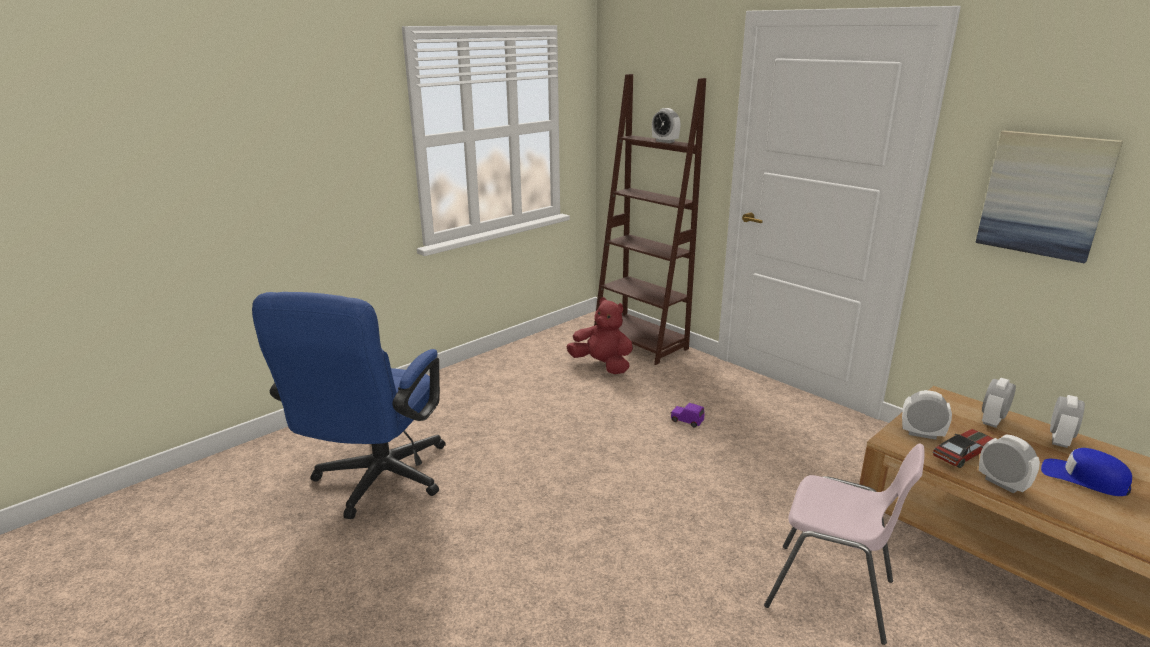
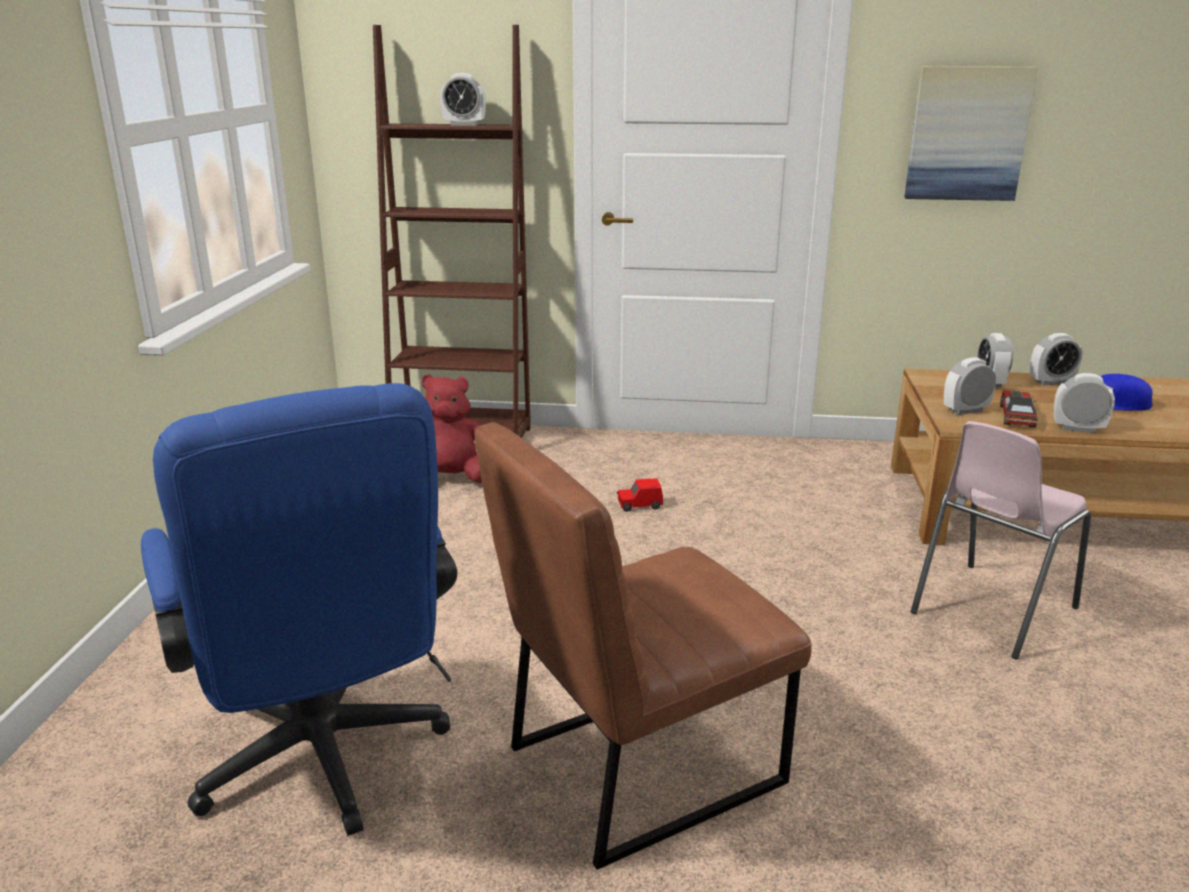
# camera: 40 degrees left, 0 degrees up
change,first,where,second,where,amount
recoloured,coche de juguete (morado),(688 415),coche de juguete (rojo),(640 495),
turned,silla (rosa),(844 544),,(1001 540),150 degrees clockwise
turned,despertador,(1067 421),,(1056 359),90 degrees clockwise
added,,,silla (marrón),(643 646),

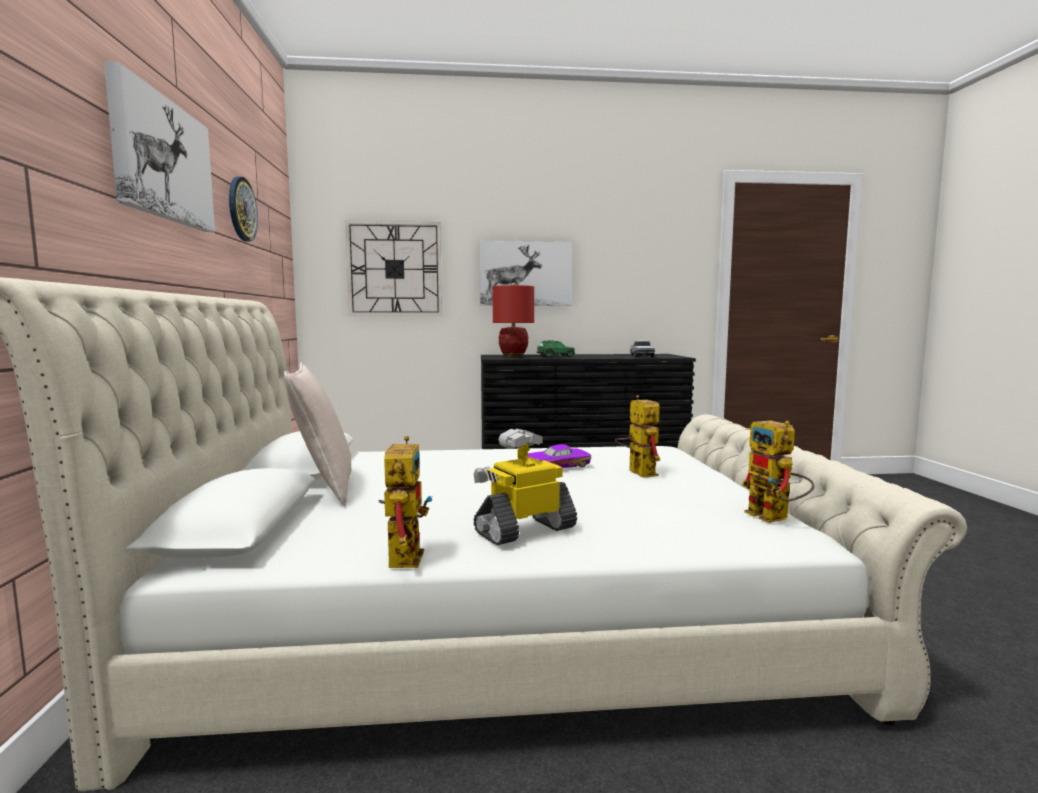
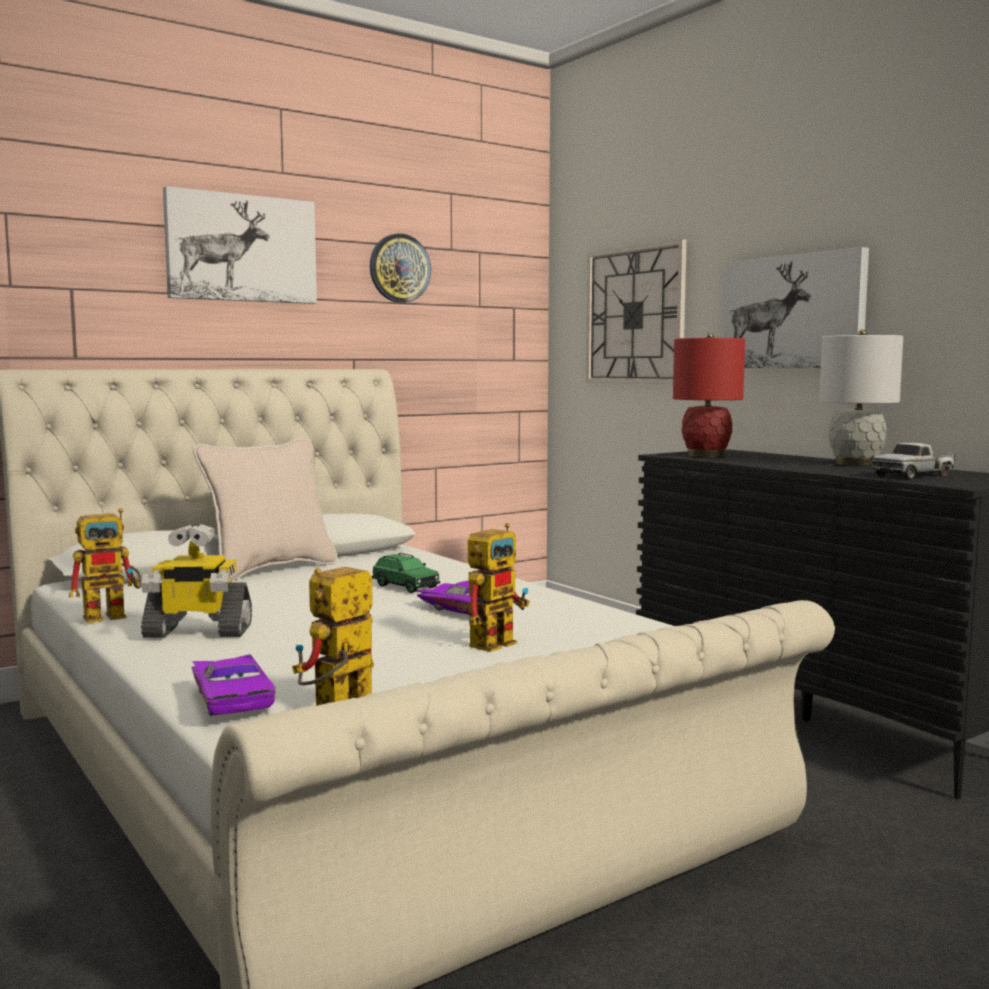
# camera: 60 degrees right, 0 degrees up
change,first,where,second,where,amount
turned,robot de juguete,(525 487),,(196 581),150 degrees clockwise
moved,coche de juguete (verde),(556 349),,(406 573),
added,,,coche de juguete (morado),(233 685),
added,,,lámpara de mesa (blanco),(861 398),

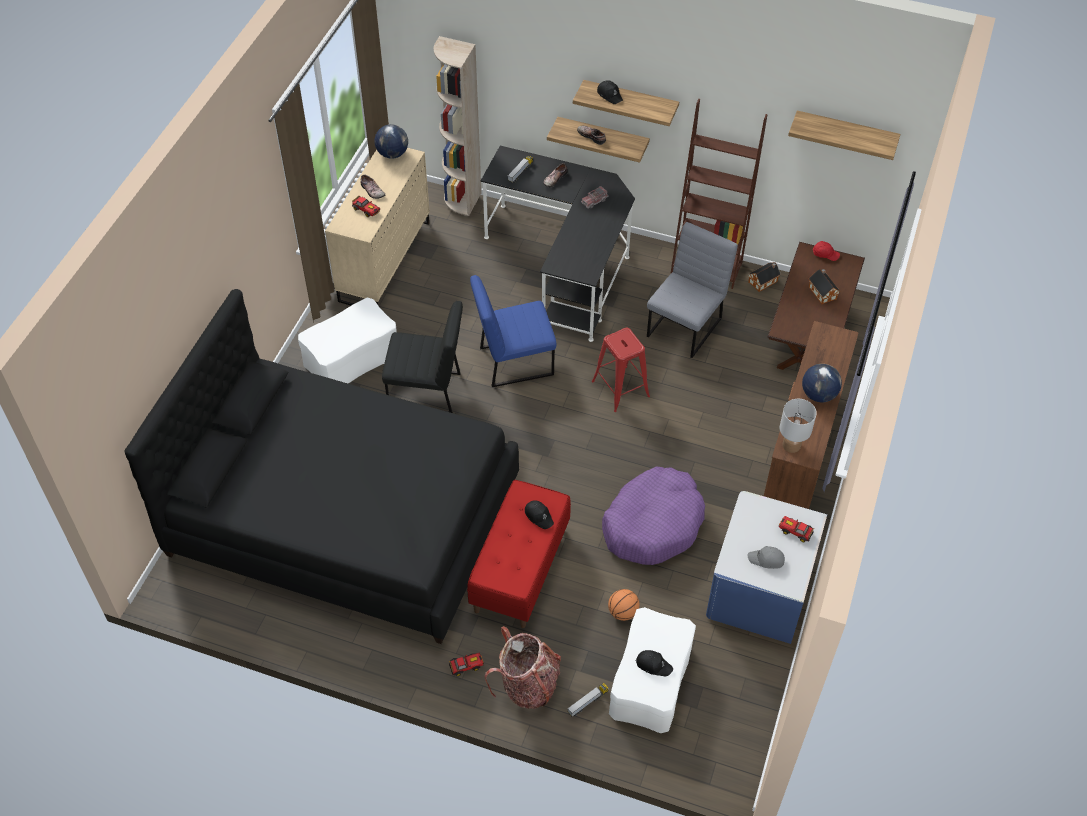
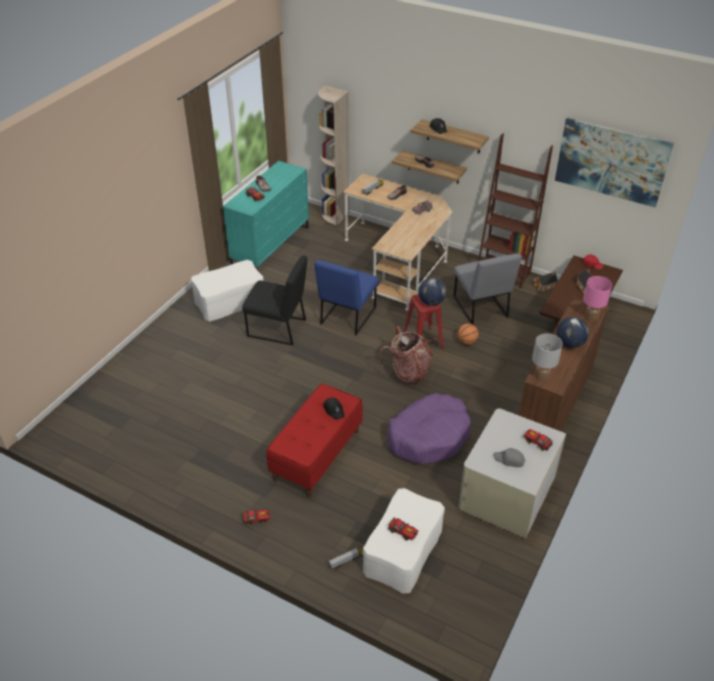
# camera: 10 degrees right, 10 degrees down
change,first,where,second,where,amount
removed,cama (negro),(321 466),,,
recoloured,cómoda (beis),(377 226),cómoda (turquesa),(266 215),
moved,globo terráqueo,(391 141),,(432 292),
turned,silla (azul),(513 331),,(346 297),60 degrees counterclockwise
recoloured,escritorio (negro),(558 244),escritorio (beis),(397 242),
moved,mochila,(522 667),,(406 355),
moved,balón de baloncesto,(624 605),,(468 334),
replaced,gorra (negro),(654 663),coche de juguete,(403 529),
turned,silla (gris),(692 290),,(488 289),120 degrees clockwise
recoloured,mesita de noche (azul),(766 567),mesita de noche (beis),(512 473),
replaced,estante,(844 135),cuadro,(614 162),
added,,,lámpara de mesa (rosa),(597 298),

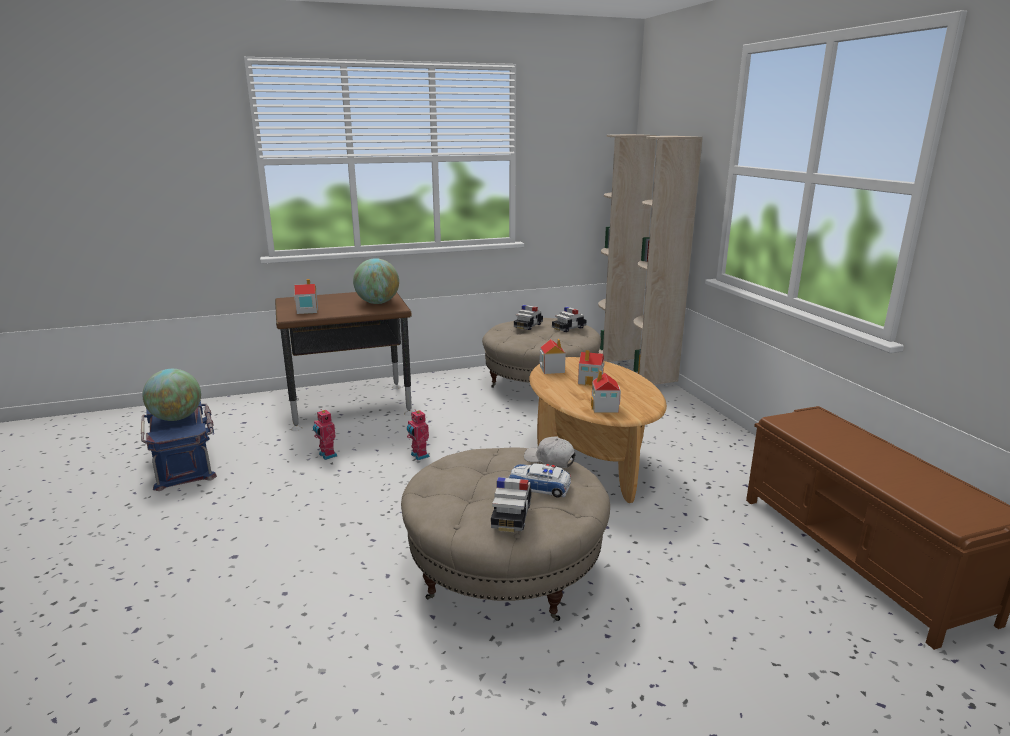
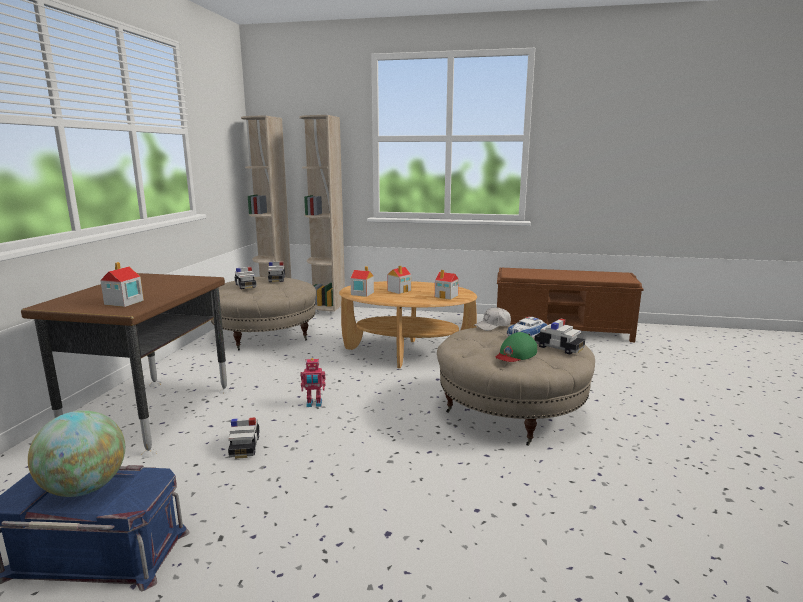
# camera: 60 degrees left, 5 degrees down
change,first,where,second,where,amount
replaced,robot de juguete,(325 435),coche de juguete,(244 438),
removed,globo terráqueo,(376 281),,,
added,,,gorra (verde),(516 347),

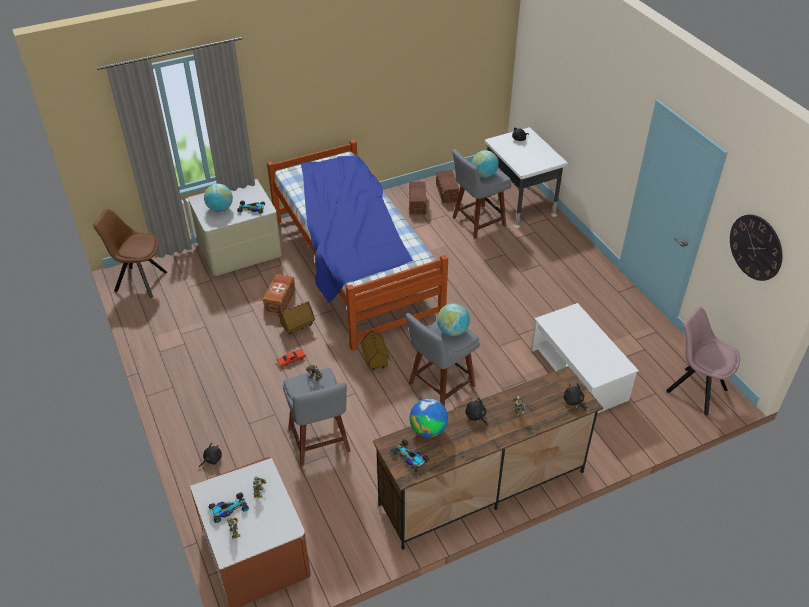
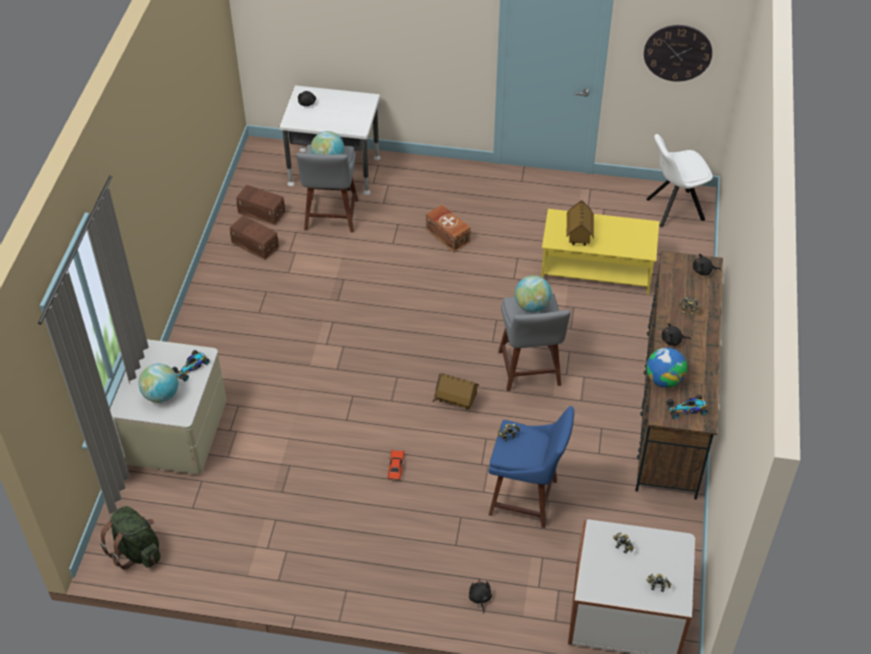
# camera: 55 degrees left, 5 degrees up
change,first,where,second,where,amount
replaced,silla (marrón),(130 253),mochila (verde),(130 537),
removed,coche de juguete,(228 508),,,
moved,caja de almacenaje (marrón),(279 294),,(448 228),
removed,cama,(357 245),,,
moved,casita,(296 317),,(580 223),
recoloured,taburete (gris),(316 416),taburete (azul),(531 467),
recoloured,mesa de centro (blanco),(585 358),mesa de centro (amarillo),(600 252),
recoloured,silla (rosa),(703 361),silla (blanco),(679 180),

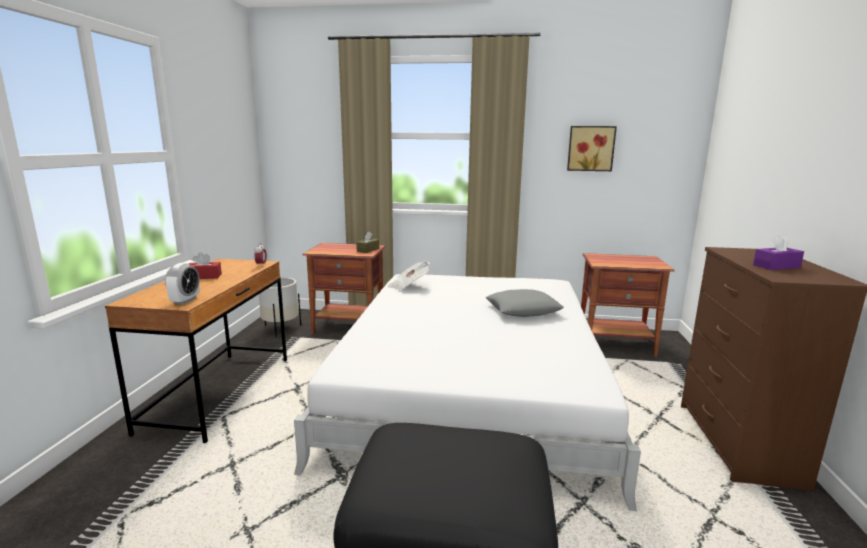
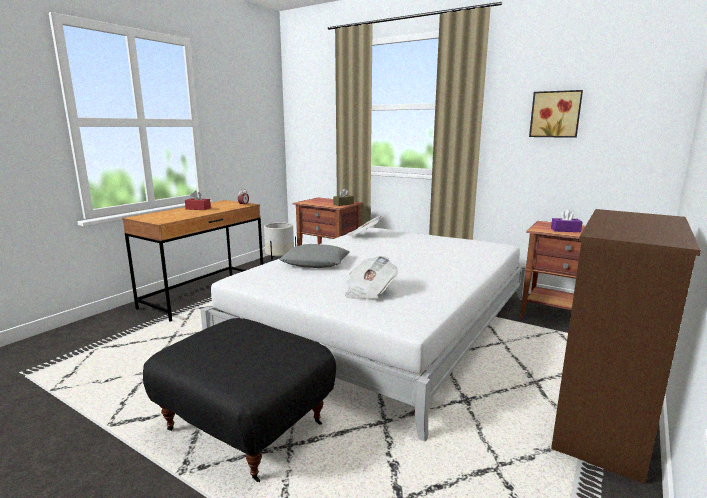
# camera: 25 degrees right, 0 degrees up
change,first,where,second,where,amount
removed,despertador,(182 284),,,
moved,cojín (gris),(524 303),,(314 256),
moved,caja de pañuelos (morado),(778 252),,(566 220),
added,,,periódico,(371 277),

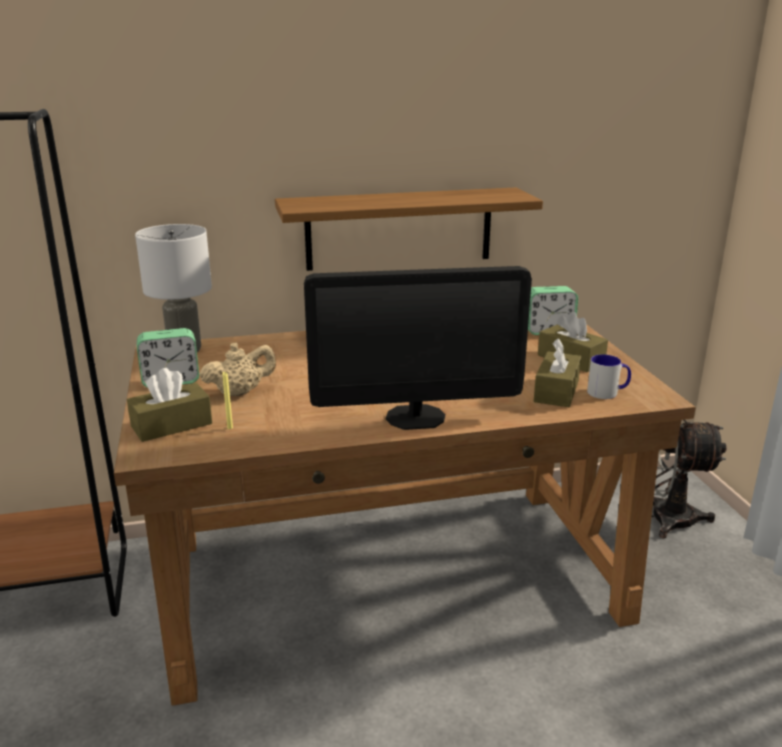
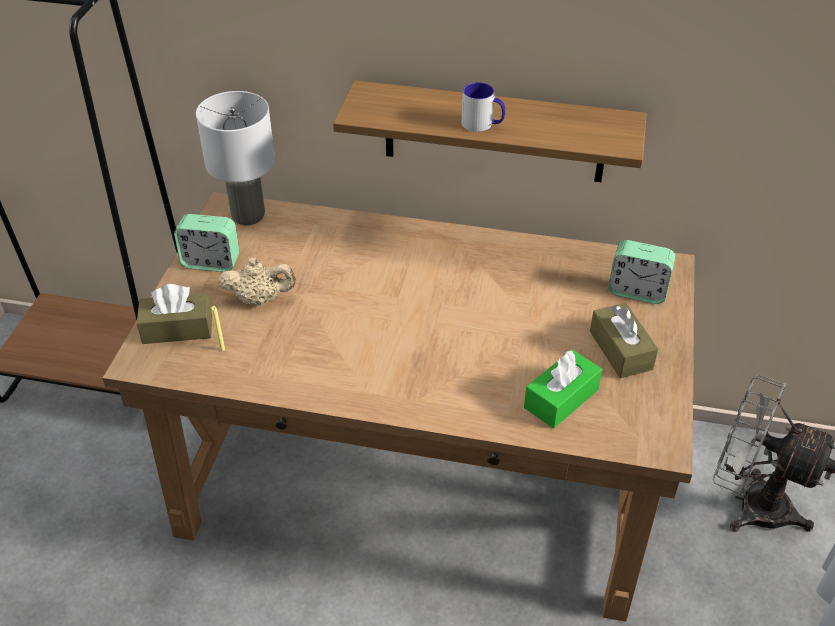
# camera: 25 degrees right, 20 degrees up
change,first,where,second,where,amount
removed,monitor,(418 348),,,
recoloured,caja de pañuelos (marrón),(557 372),caja de pañuelos (verde),(563 388),
moved,taza grande,(609 377),,(483 107),

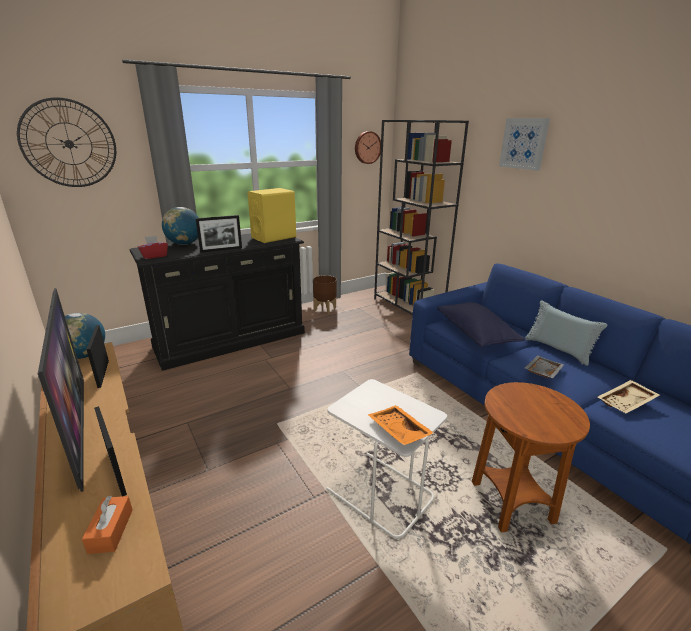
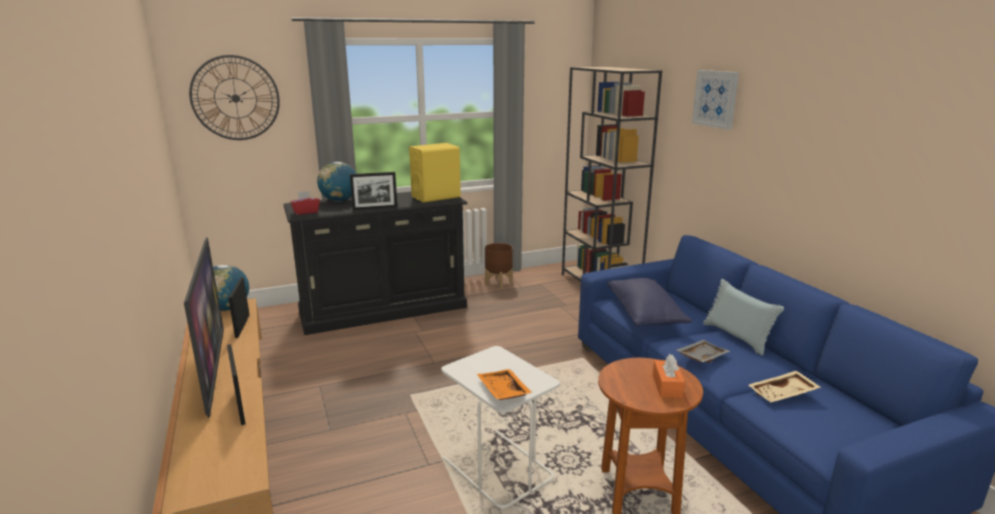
# camera: 10 degrees right, 5 degrees down
change,first,where,second,where,amount
moved,caja de pañuelos (naranja),(107 525),,(669 376),
removed,reloj de pared,(368 147),,,

